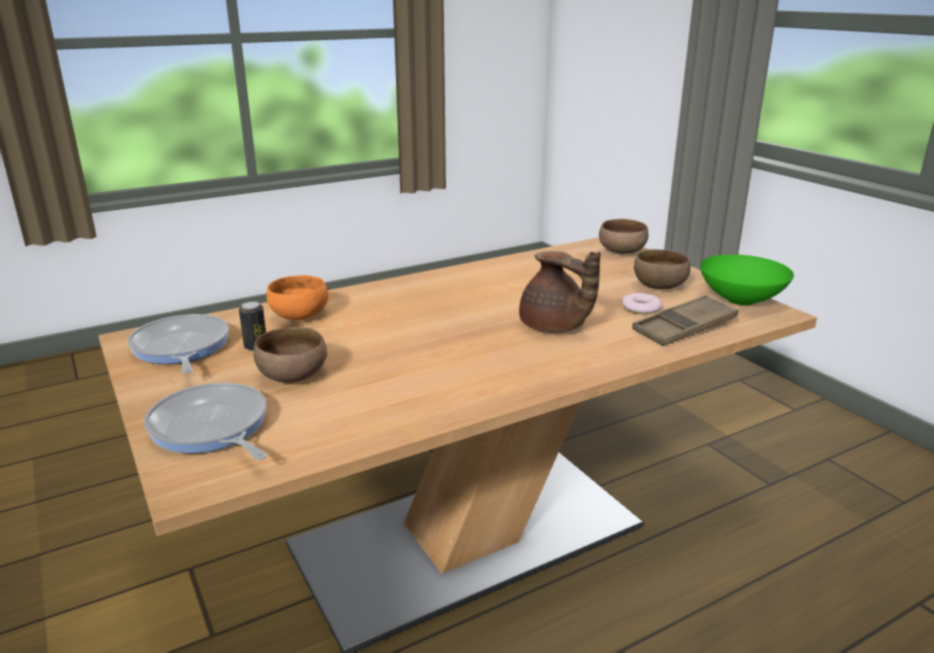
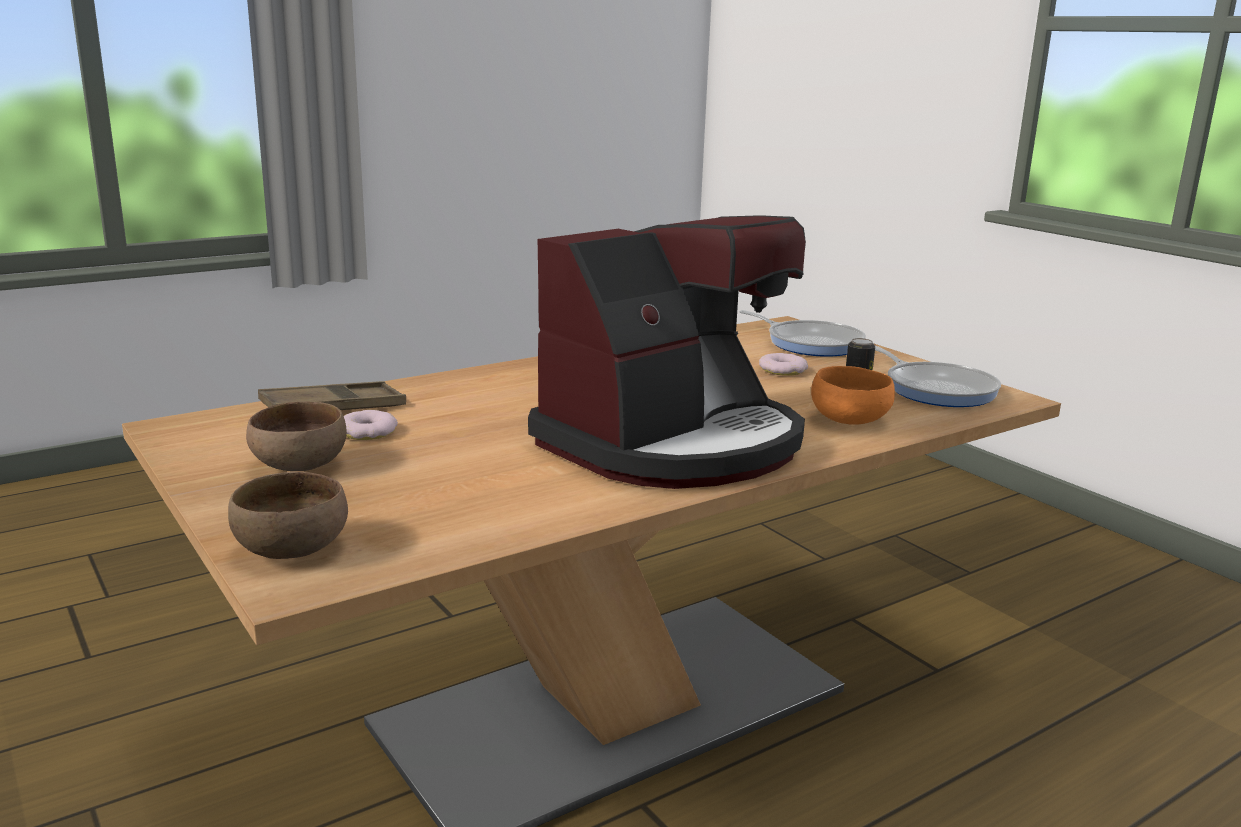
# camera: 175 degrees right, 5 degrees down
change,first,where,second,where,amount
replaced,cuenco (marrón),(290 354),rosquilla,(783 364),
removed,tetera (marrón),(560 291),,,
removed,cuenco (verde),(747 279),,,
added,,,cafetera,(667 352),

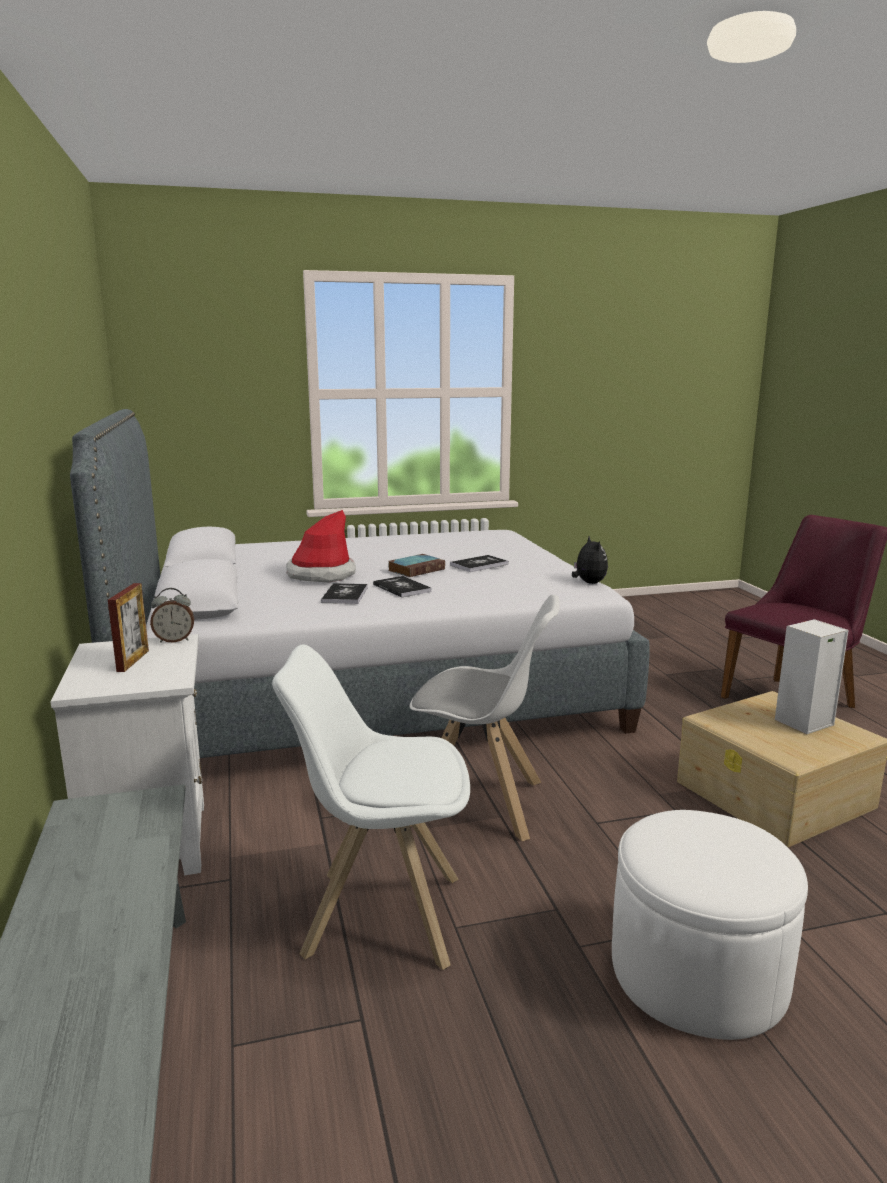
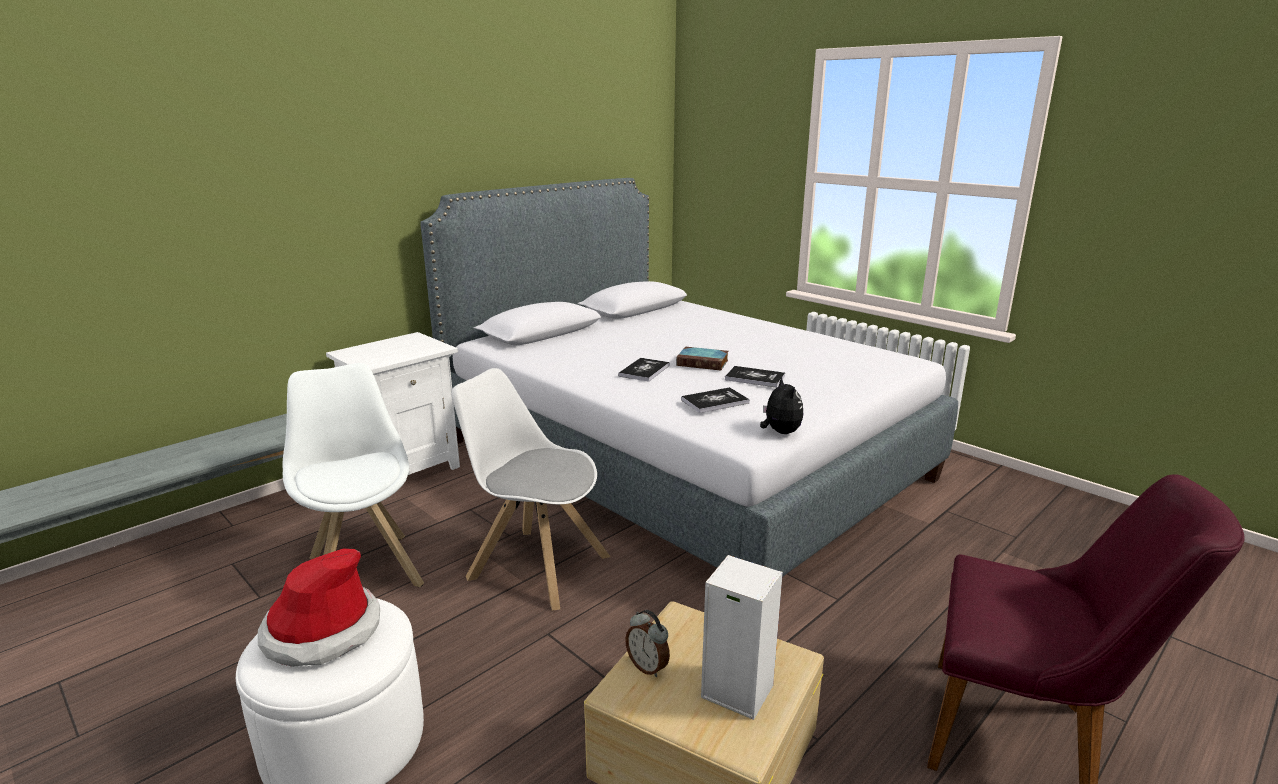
# camera: 60 degrees right, 5 degrees up
change,first,where,second,where,amount
removed,portarretratos,(128 627),,,
moved,despertador,(172 615),,(647 643),
moved,sombrero,(321 546),,(319 607),
moved,libro,(344 593),,(715 400),
turned,silla,(485 718),,(531 489),135 degrees clockwise
turned,peluche,(590 559),,(781 405),60 degrees counterclockwise

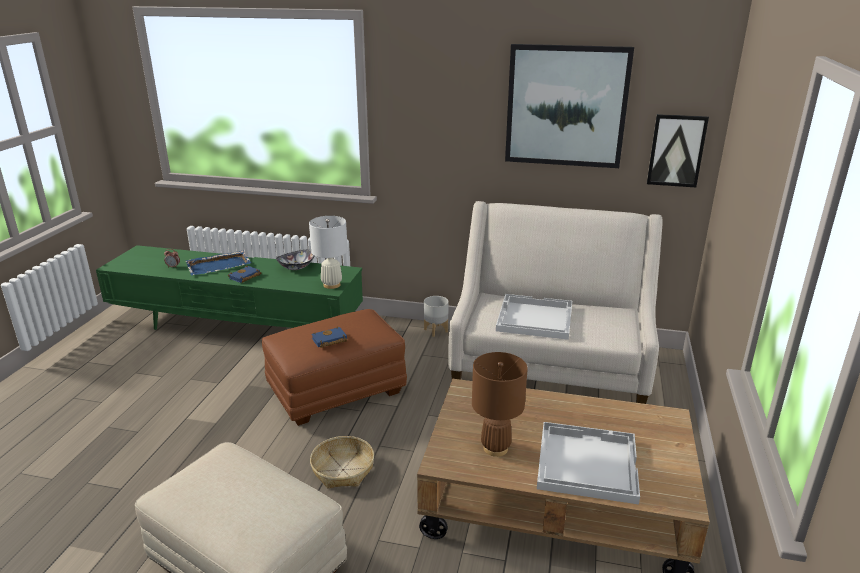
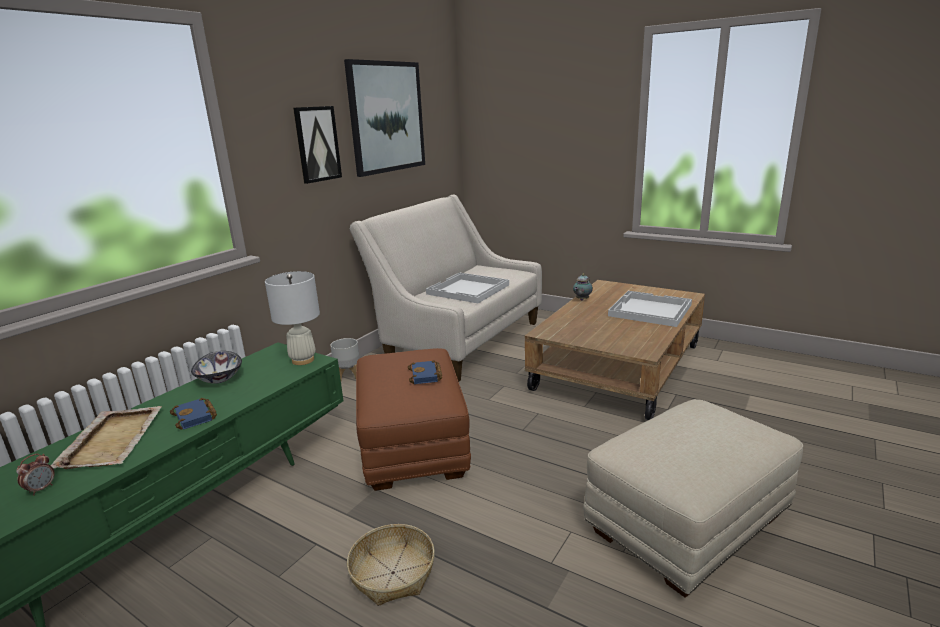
# camera: 70 degrees left, 5 degrees down
change,first,where,second,where,amount
recoloured,bandeja (azul),(218 263),bandeja (beis),(106 437),
moved,cesta,(342 462),,(391 565),
removed,lámpara de mesa (marrón),(500 404),,,
moved,cuadro,(678 150),,(317 145),
added,,,tetera,(583 287),

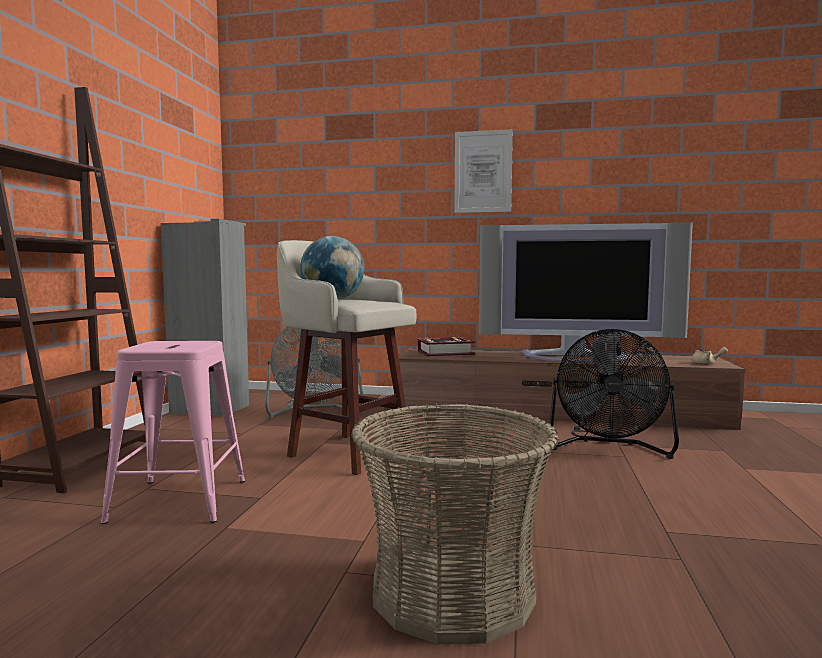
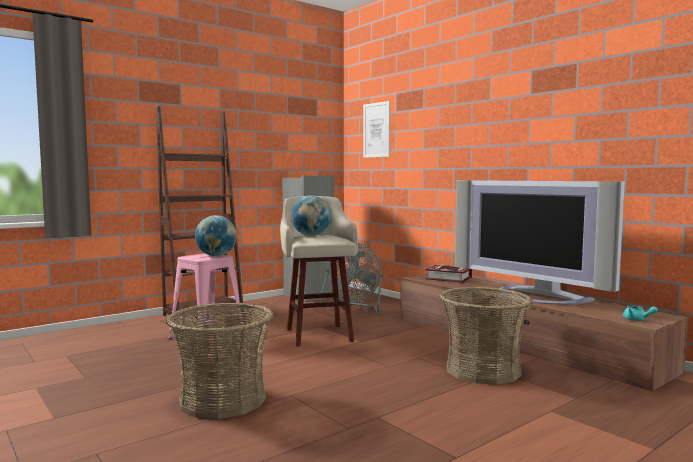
# camera: 40 degrees right, 0 degrees up
change,first,where,second,where,amount
moved,cuadro,(483 171),,(376 129),
replaced,ventilador (negro),(614 394),cesta,(486 336),
recoloured,tetera (beis),(709 355),tetera (turquesa),(640 313),
added,,,globo terráqueo,(216 235),

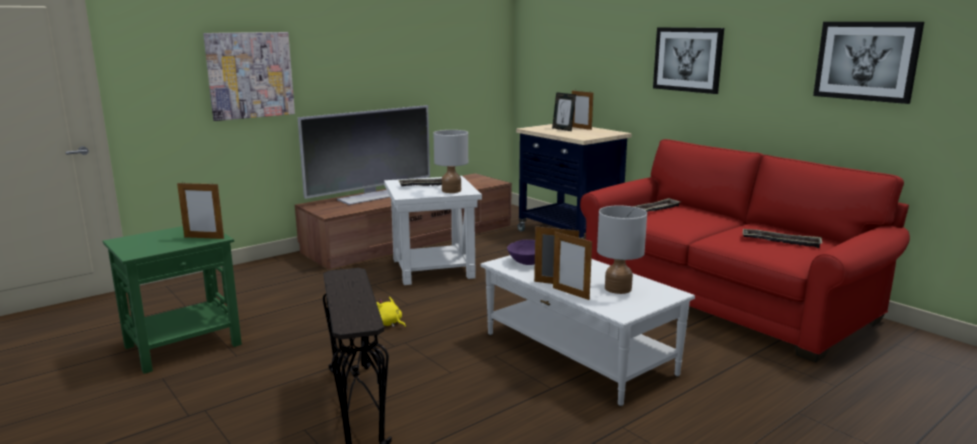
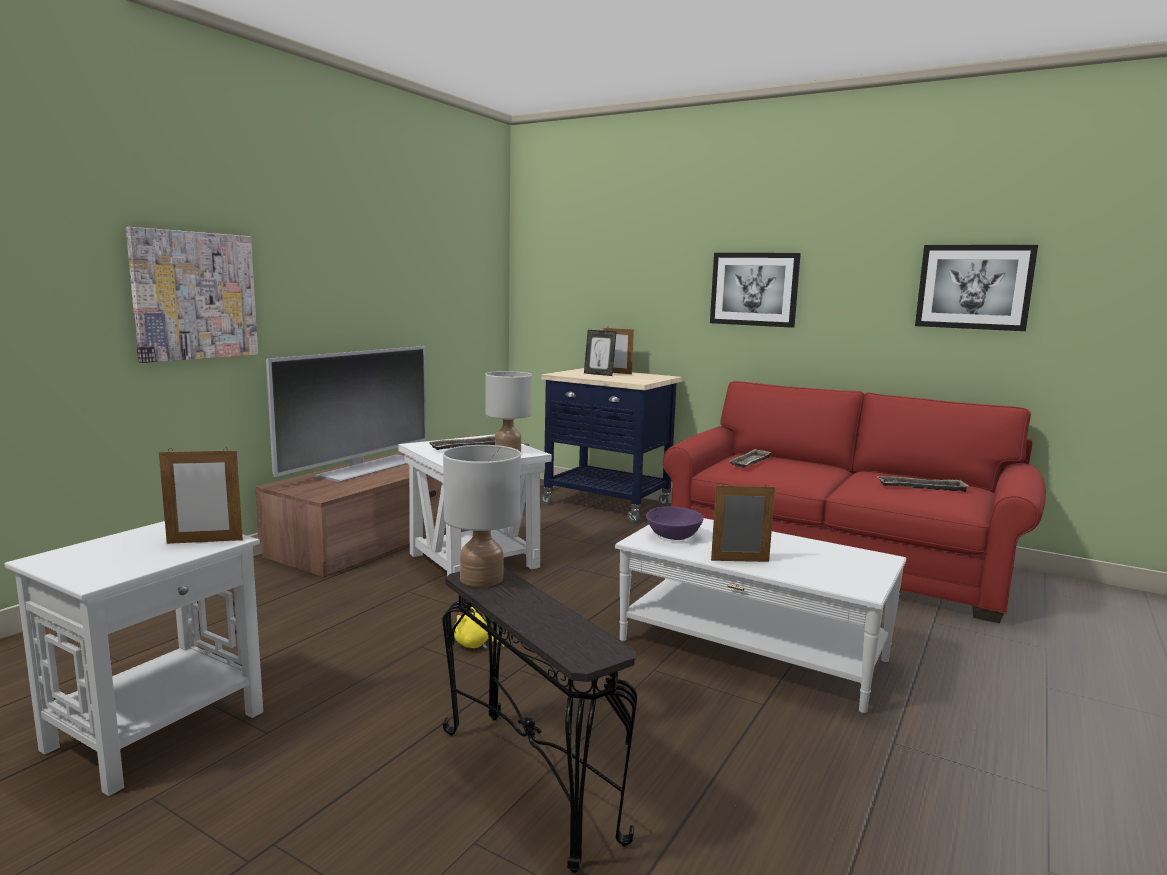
# camera: 20 degrees left, 5 degrees down
change,first,where,second,where,amount
recoloured,mesa auxiliar (verde),(172 300),mesa auxiliar (blanco),(133 658),
removed,portarretratos,(572 265),,,
moved,lámpara de mesa (gris),(622 249),,(482 516),

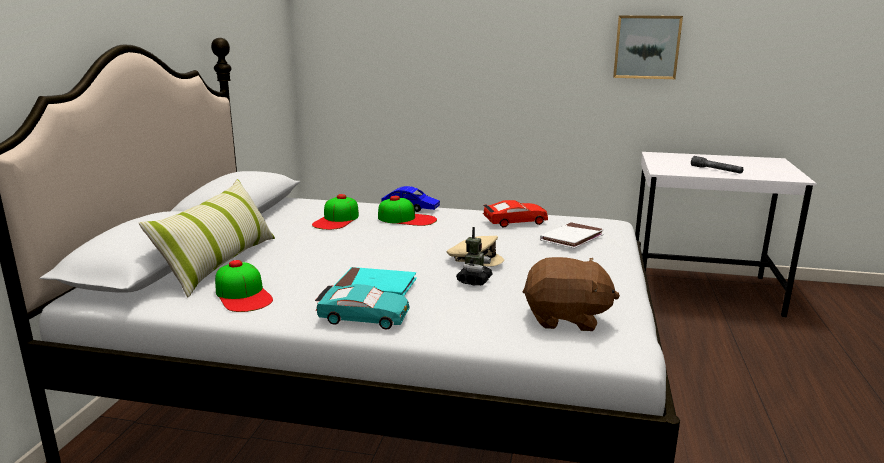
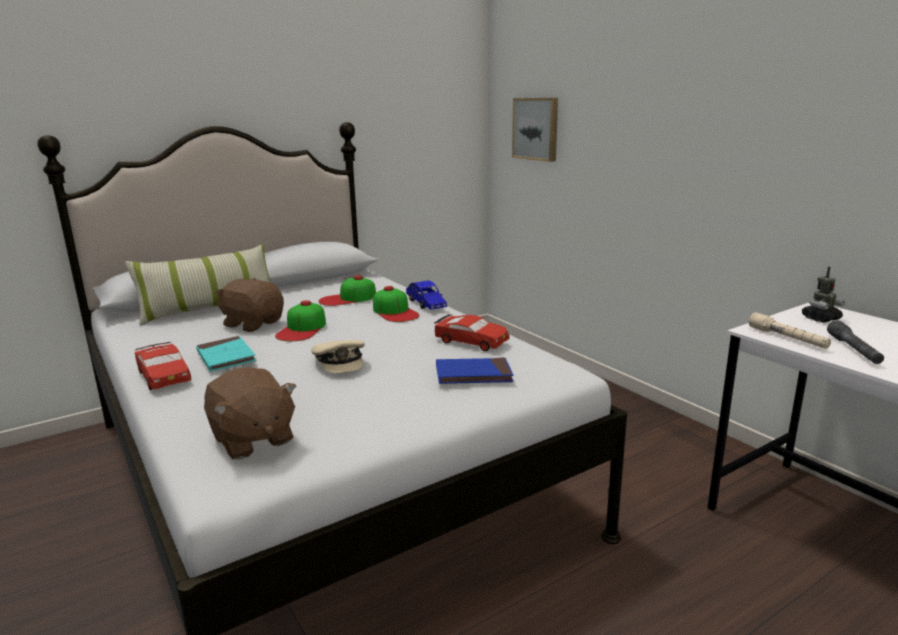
# camera: 45 degrees right, 0 degrees up
change,first,where,second,where,amount
moved,gorra,(244 286),,(300 320),
recoloured,coche de juguete (turquesa),(362 307),coche de juguete (rojo),(163 366),
moved,robot de juguete,(474 256),,(823 294),
recoloured,libro (blanco),(572 235),libro (azul),(475 370),
moved,cuadro,(648 47),,(535 130),
added,,,peluche (marrón),(249 305),
added,,,linterna (beis),(790 330),

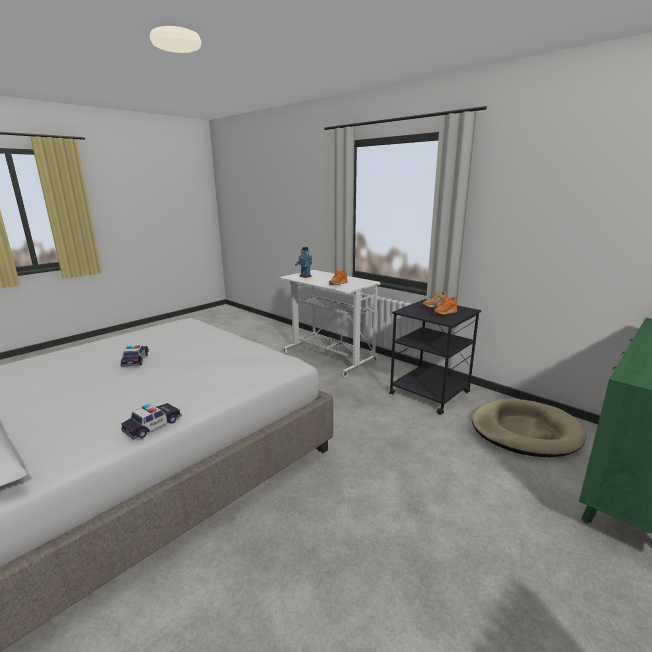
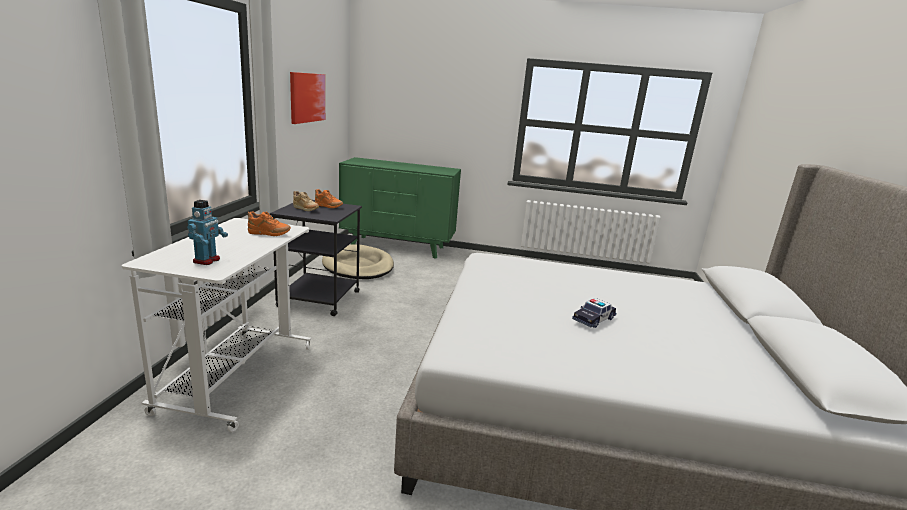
# camera: 125 degrees left, 0 degrees up
change,first,where,second,where,amount
removed,coche de juguete,(151 421),,,
added,,,cuadro,(307 98),

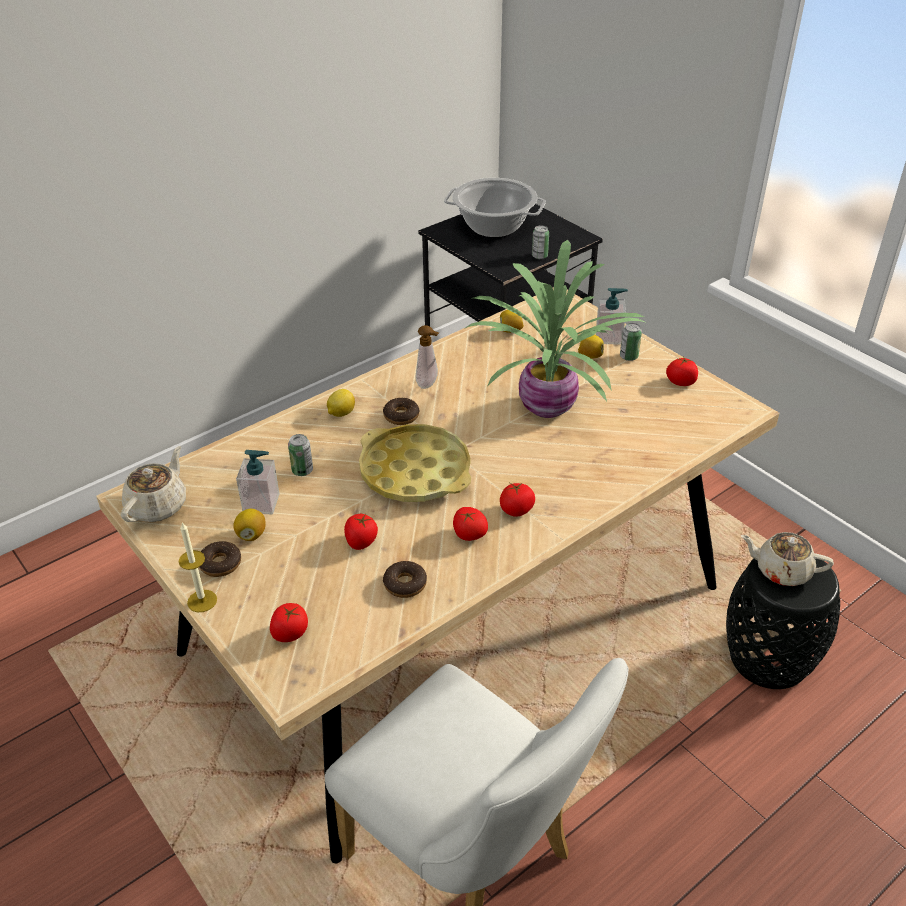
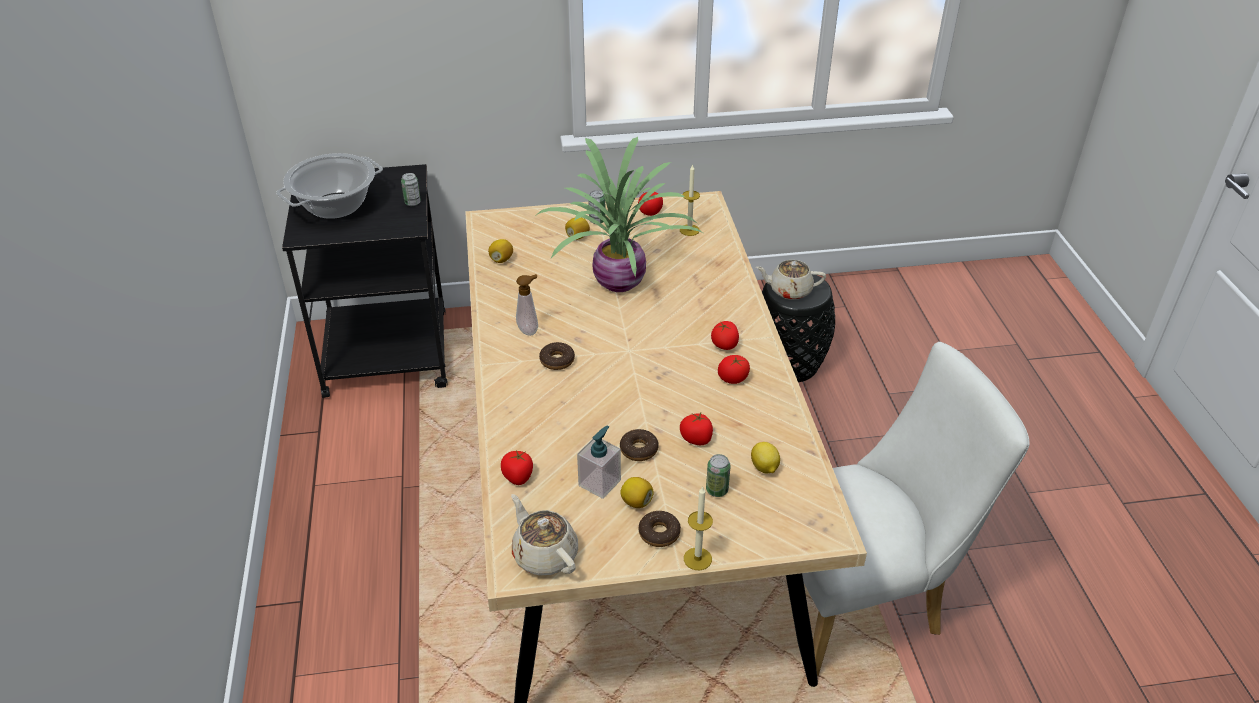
# camera: 60 degrees left, 0 degrees up
change,first,where,second,where,amount
moved,tomate,(289 622),,(517 467),
moved,lata,(300 455),,(718 475),
moved,limón,(341 403),,(765 457),
removed,bandeja (amarillo),(415 463),,,
moved,rosquilla,(405 579),,(639 445),
removed,dispensador de jabón,(612 316),,,
turned,tetera (beis),(787 559),,(791 280),45 degrees clockwise
added,,,vela,(690 200),

